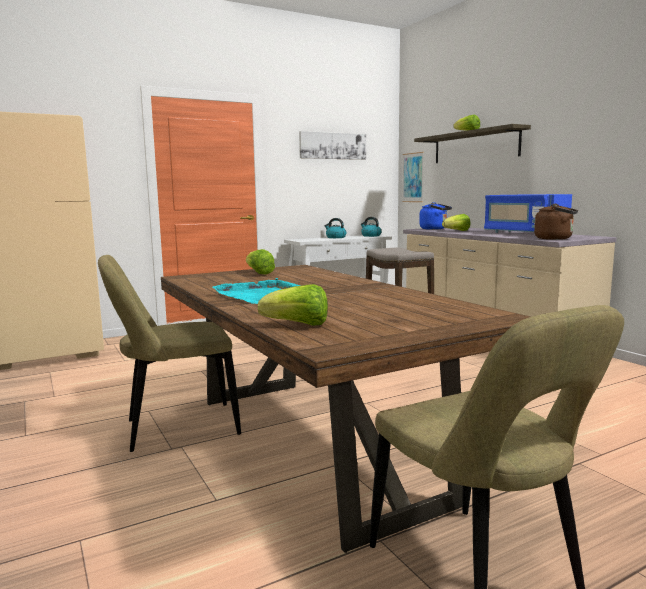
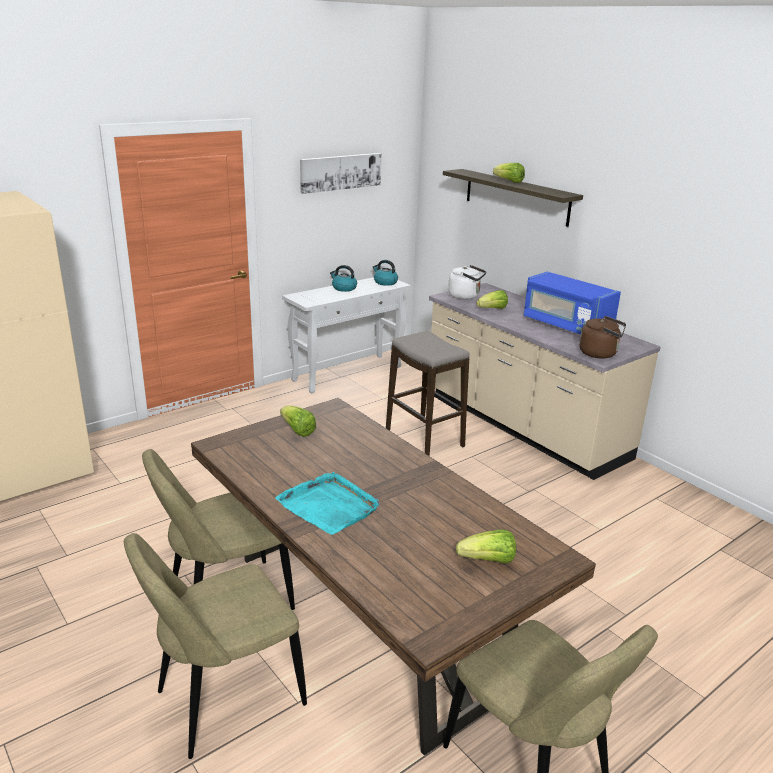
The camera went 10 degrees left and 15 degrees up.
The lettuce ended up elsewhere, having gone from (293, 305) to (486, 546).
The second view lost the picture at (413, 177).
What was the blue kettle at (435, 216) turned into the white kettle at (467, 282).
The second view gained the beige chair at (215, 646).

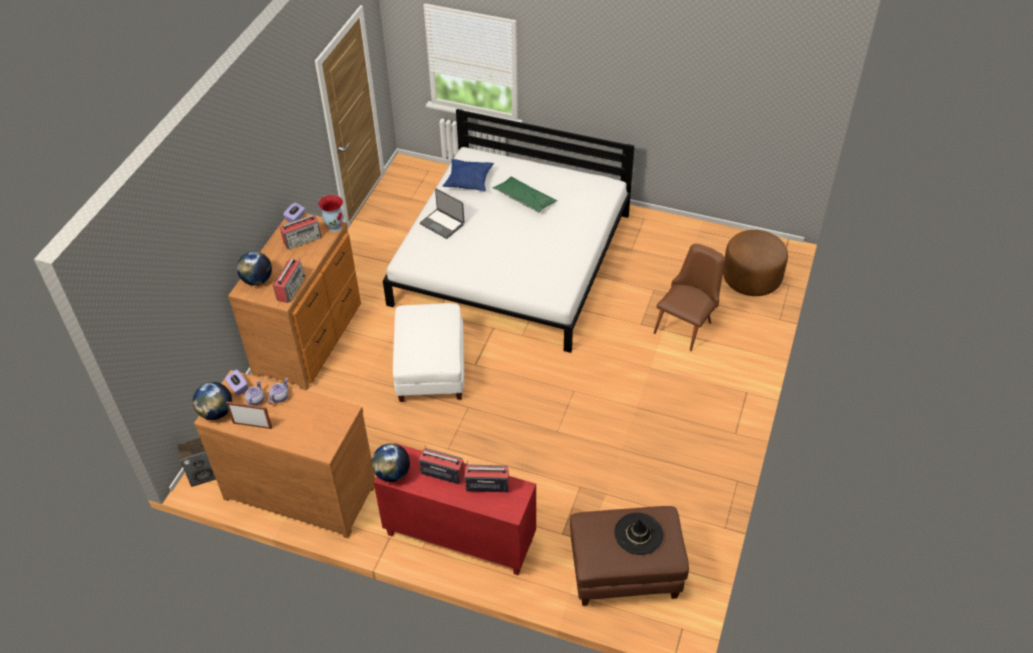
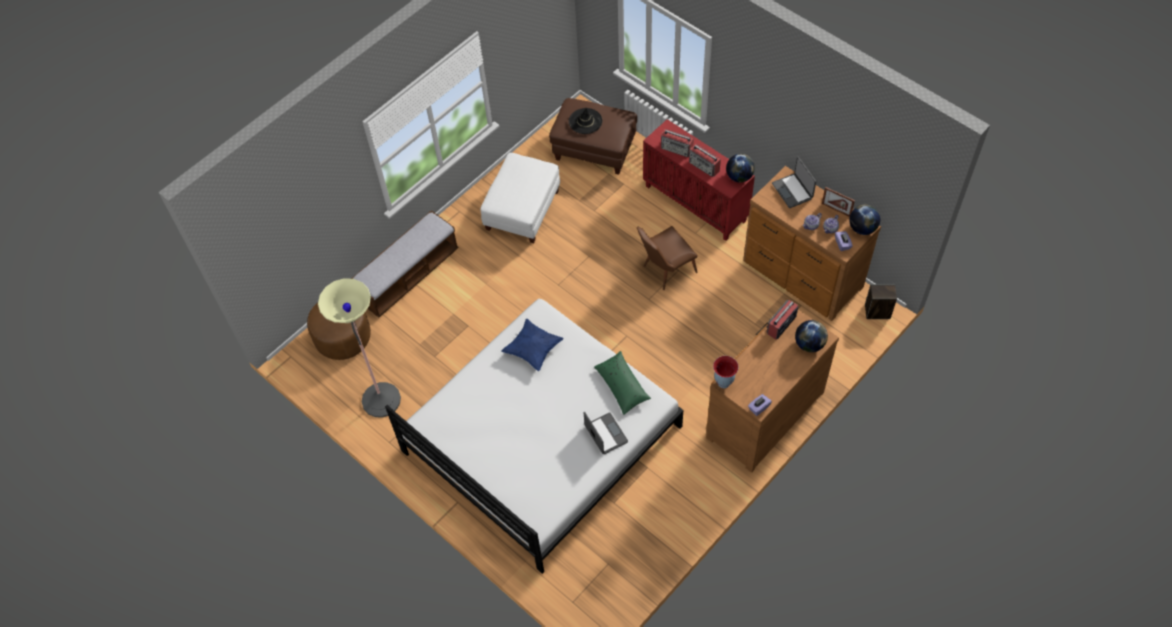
The camera went 155 degrees left and 10 degrees up.
The second view lost the radio at (300, 232).
The white ottoman ended up elsewhere, having gone from (428, 352) to (520, 198).
The blue pillow ended up elsewhere, having gone from (468, 175) to (532, 345).
The green pillow ended up elsewhere, having gone from (524, 194) to (622, 383).
The brown chair ended up elsewhere, having gone from (689, 297) to (667, 258).
The second view gained the floor lamp at (359, 347).
The second view gained the bench at (405, 264).
The second view gained the laptop at (794, 182).

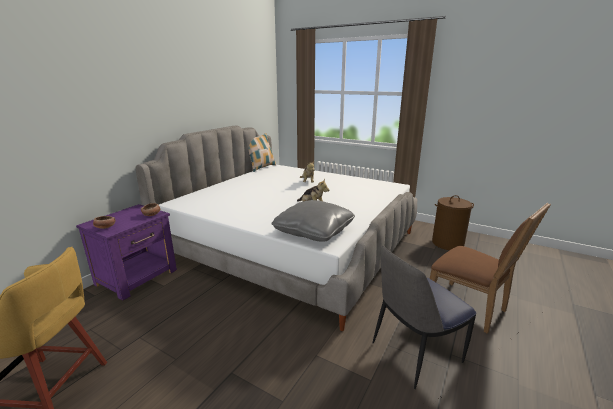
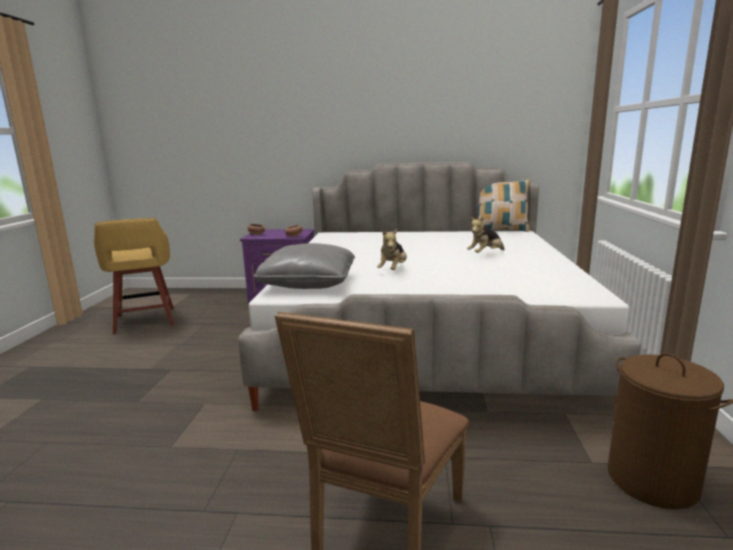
The camera went 65 degrees right and 5 degrees down.
The second view lost the chair at (424, 317).

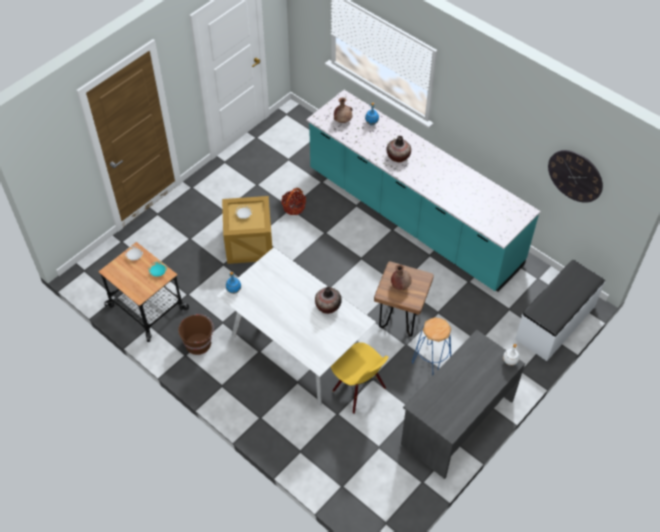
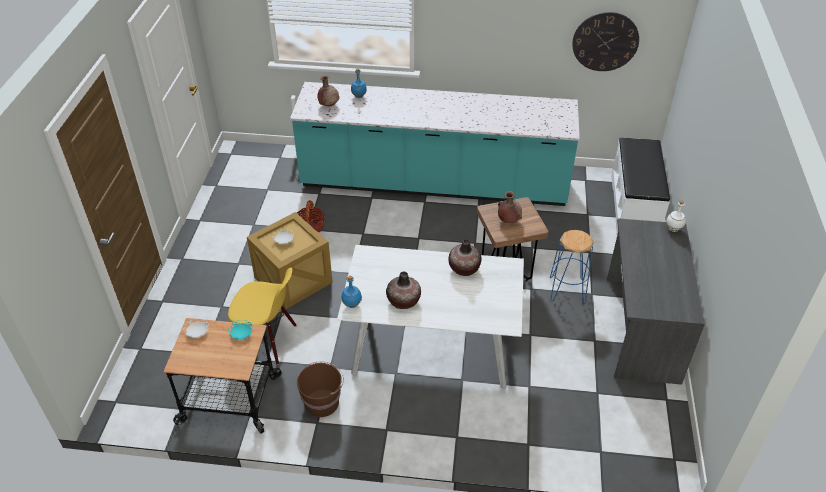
The camera went 35 degrees left and 10 degrees down.
The yellow chair ended up elsewhere, having gone from (360, 378) to (262, 316).
The vase ended up elsewhere, having gone from (398, 149) to (403, 290).

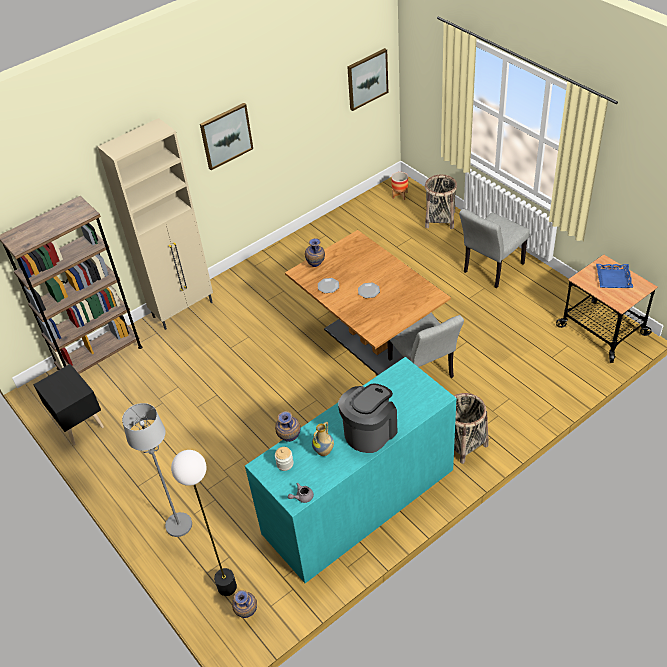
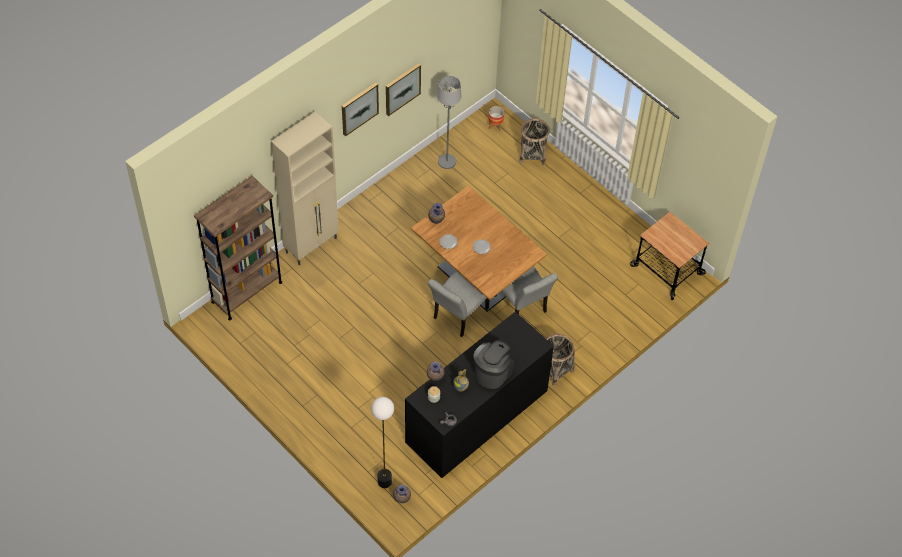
The camera went 10 degrees left and 10 degrees up.
The second view lost the black nightstand at (68, 405).
The grey floor lamp ended up elsewhere, having gone from (157, 470) to (449, 122).
What was the turquoise dresser at (350, 470) turned into the black dresser at (479, 395).
The picture ended up elsewhere, having gone from (367, 79) to (403, 89).
The grey chair ended up elsewhere, having gone from (494, 248) to (458, 303).
The second view lost the blue tray at (614, 276).

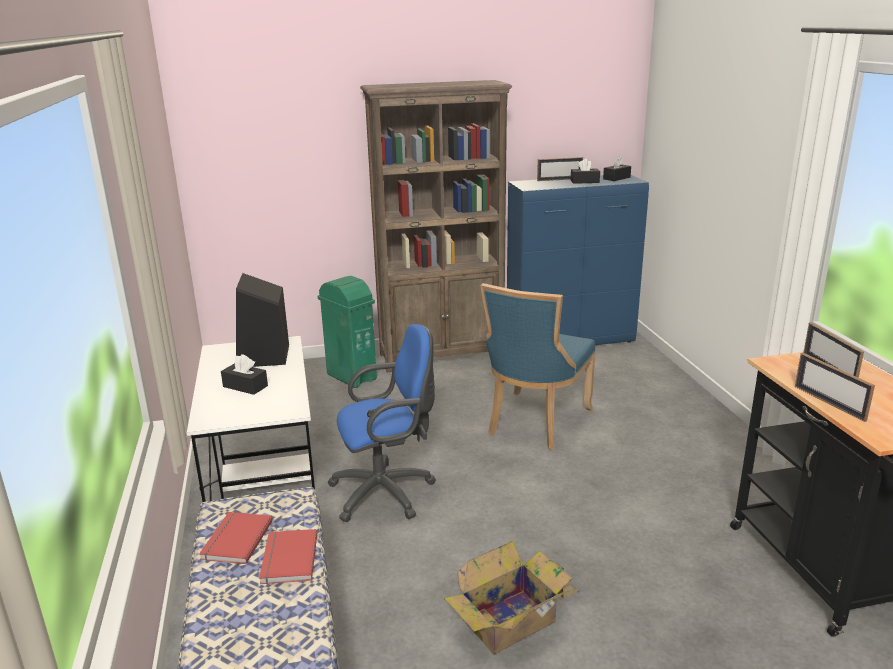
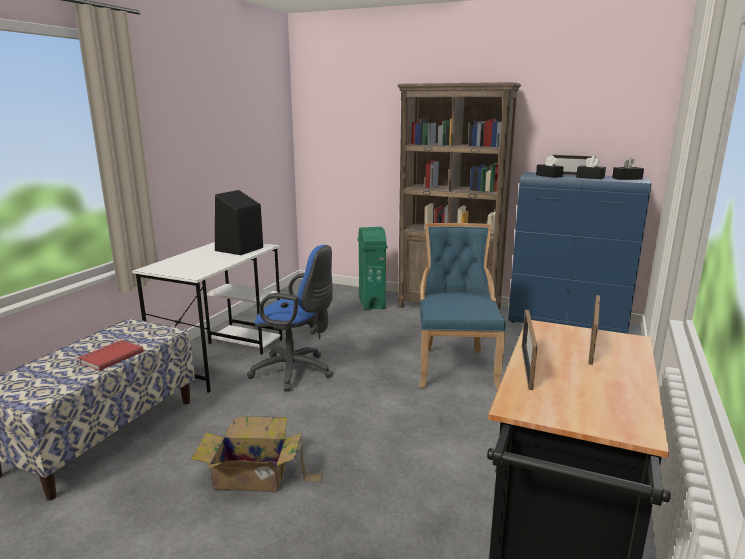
The camera went 35 degrees right and 5 degrees down.
The second view lost the red book at (236, 538).
The black tissue box ended up elsewhere, having gone from (244, 374) to (550, 166).
The blue chair at (538, 366) ended up facing another way, 120 degrees clockwise from before.

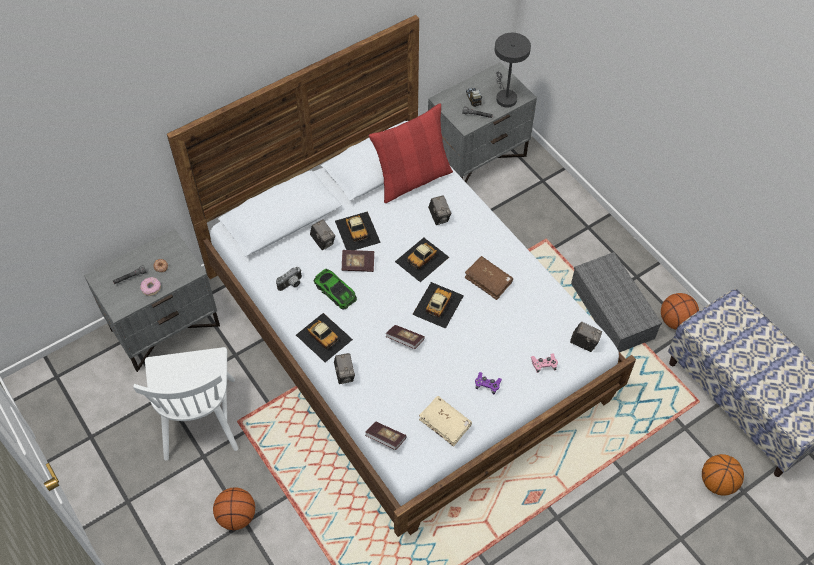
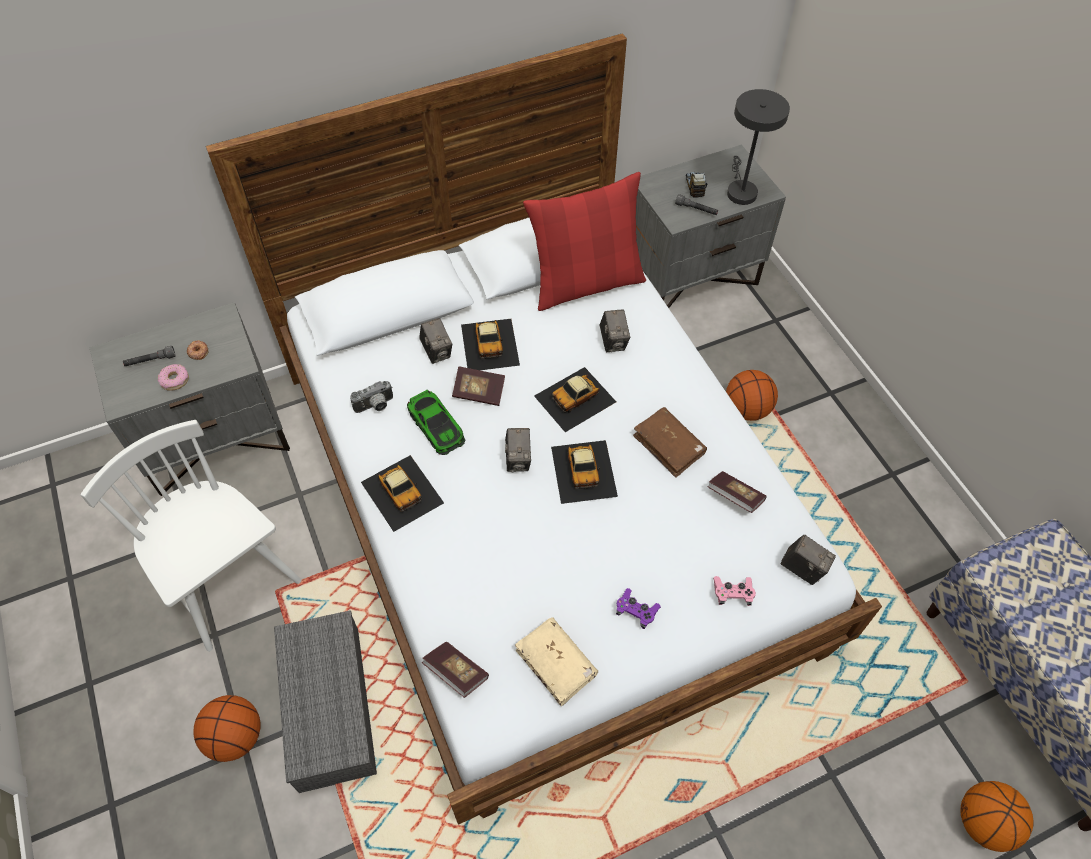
The camera went 10 degrees right and 0 degrees up.
The white chair at (185, 404) ended up facing another way, 135 degrees clockwise from before.
The photo camera ended up elsewhere, having gone from (344, 368) to (518, 450).
The book ended up elsewhere, having gone from (405, 337) to (737, 492).
The toy car at (438, 305) ended up facing another way, 135 degrees clockwise from before.
The grey storage box ended up elsewhere, having gone from (616, 302) to (325, 701).
The basketball ended up elsewhere, having gone from (680, 311) to (752, 395).

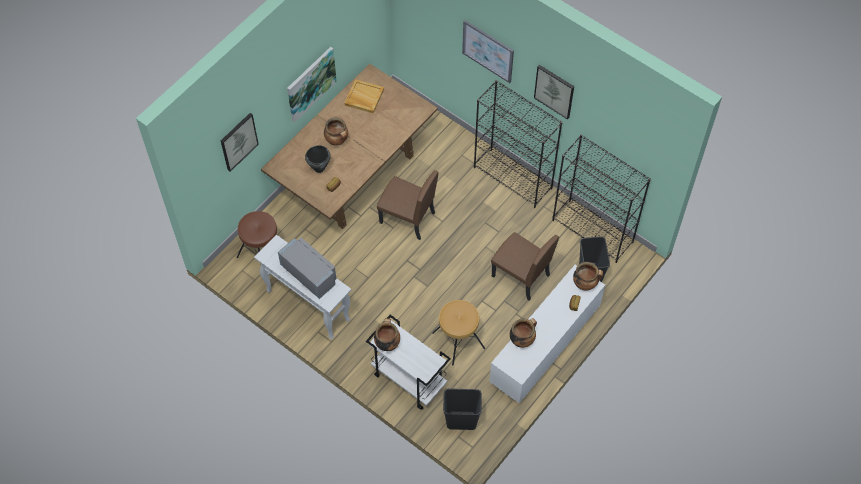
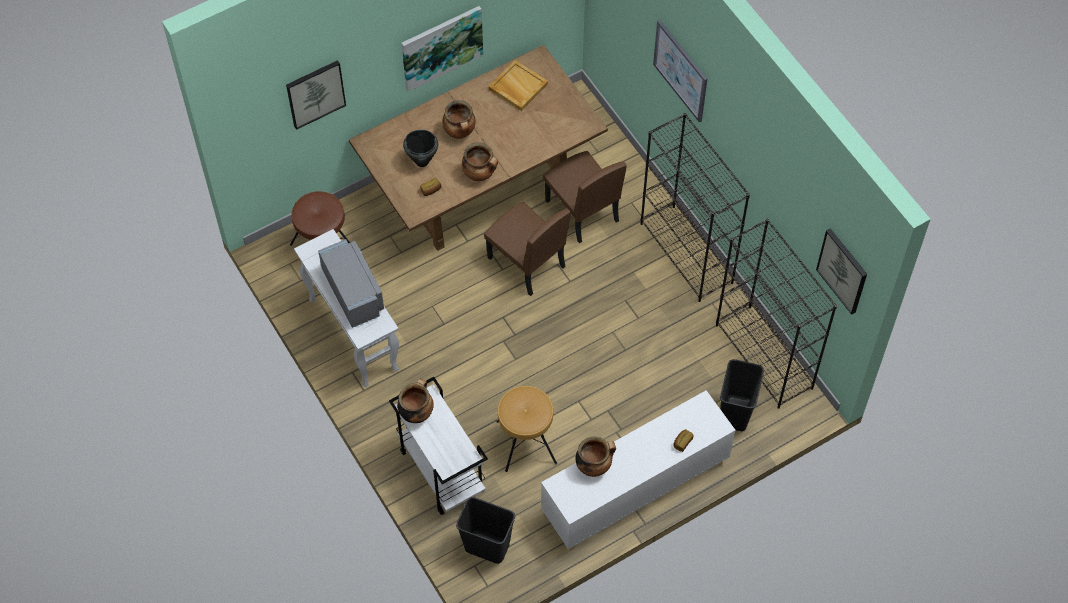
The camera went 20 degrees right and 0 degrees up.
The brown chair ended up elsewhere, having gone from (525, 266) to (585, 197).
The picture ended up elsewhere, having gone from (554, 92) to (841, 272).
The cooking pot ended up elsewhere, having gone from (588, 276) to (480, 161).

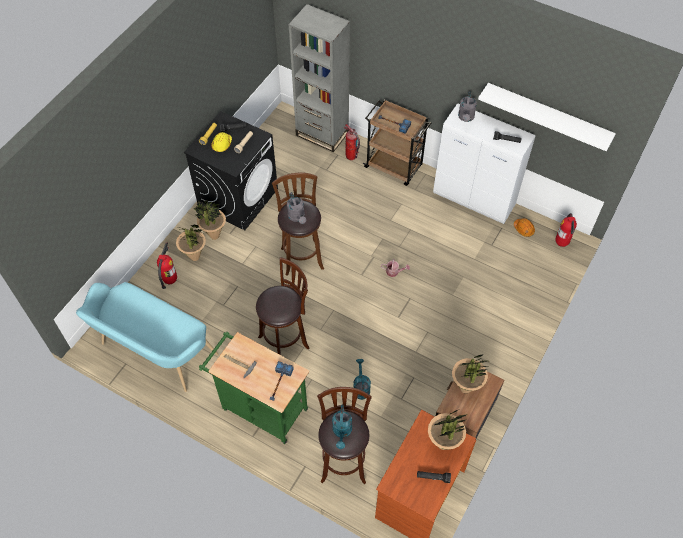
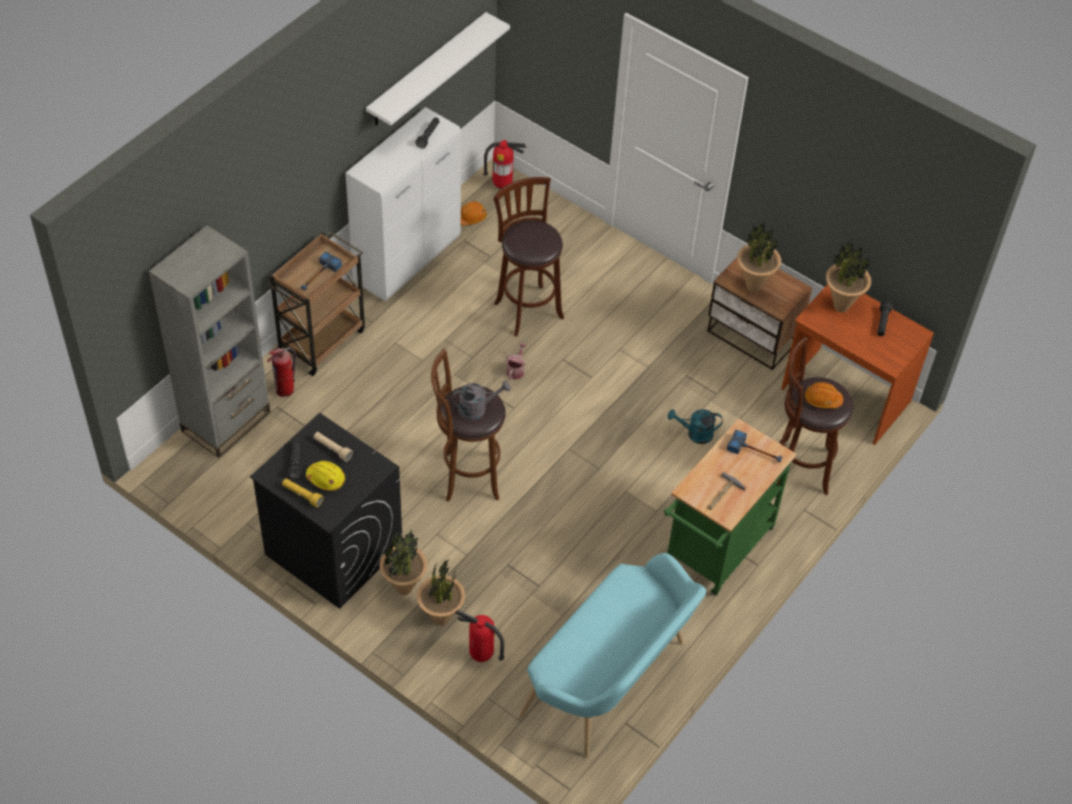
The camera went 85 degrees left and 5 degrees down.
The brown stool ended up elsewhere, having gone from (283, 306) to (529, 257).
Where the turquoise watering can stood at (342, 427), the orange hard hat came to stand at (824, 395).
The second view lost the grey watering can at (467, 107).

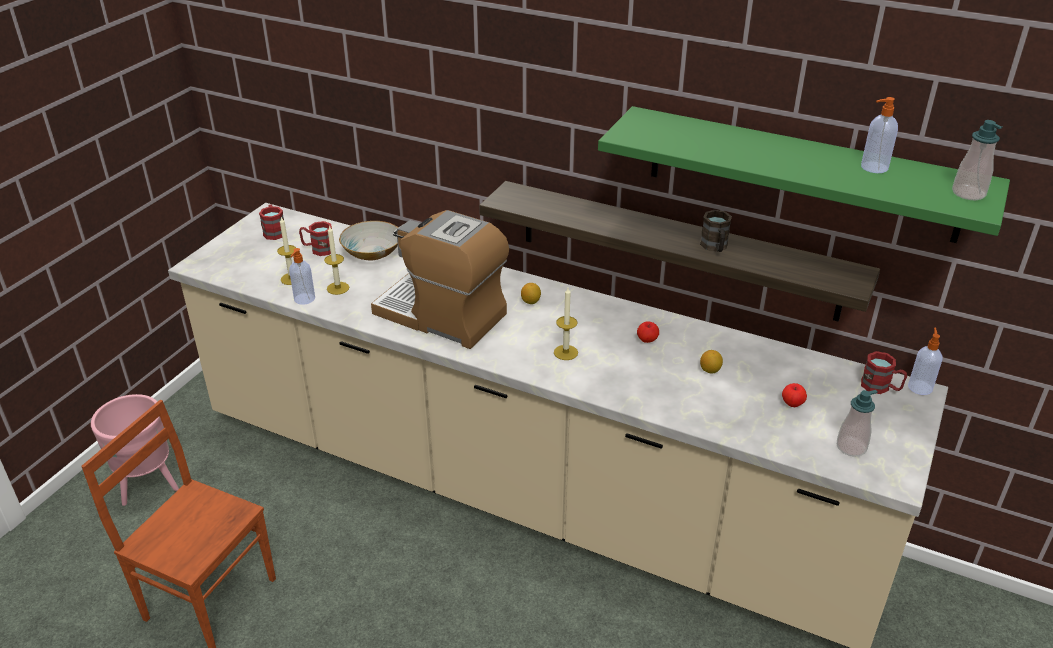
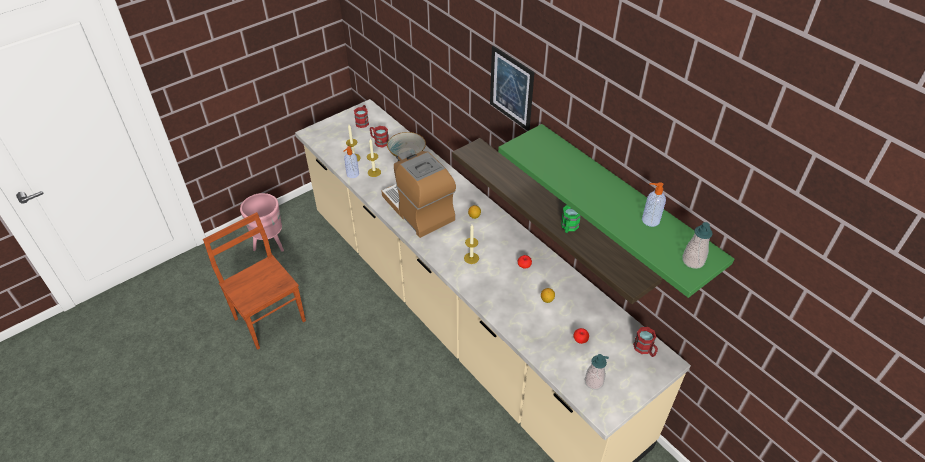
The camera went 25 degrees right and 10 degrees up.
What was the brown mug at (716, 231) turned into the green mug at (571, 219).
The second view lost the soap dispenser at (925, 361).
The second view gained the picture at (512, 88).

